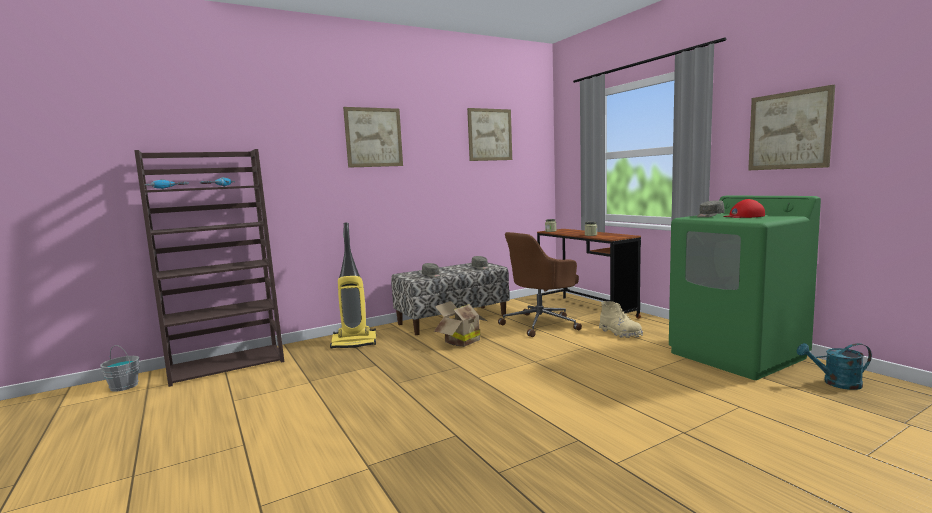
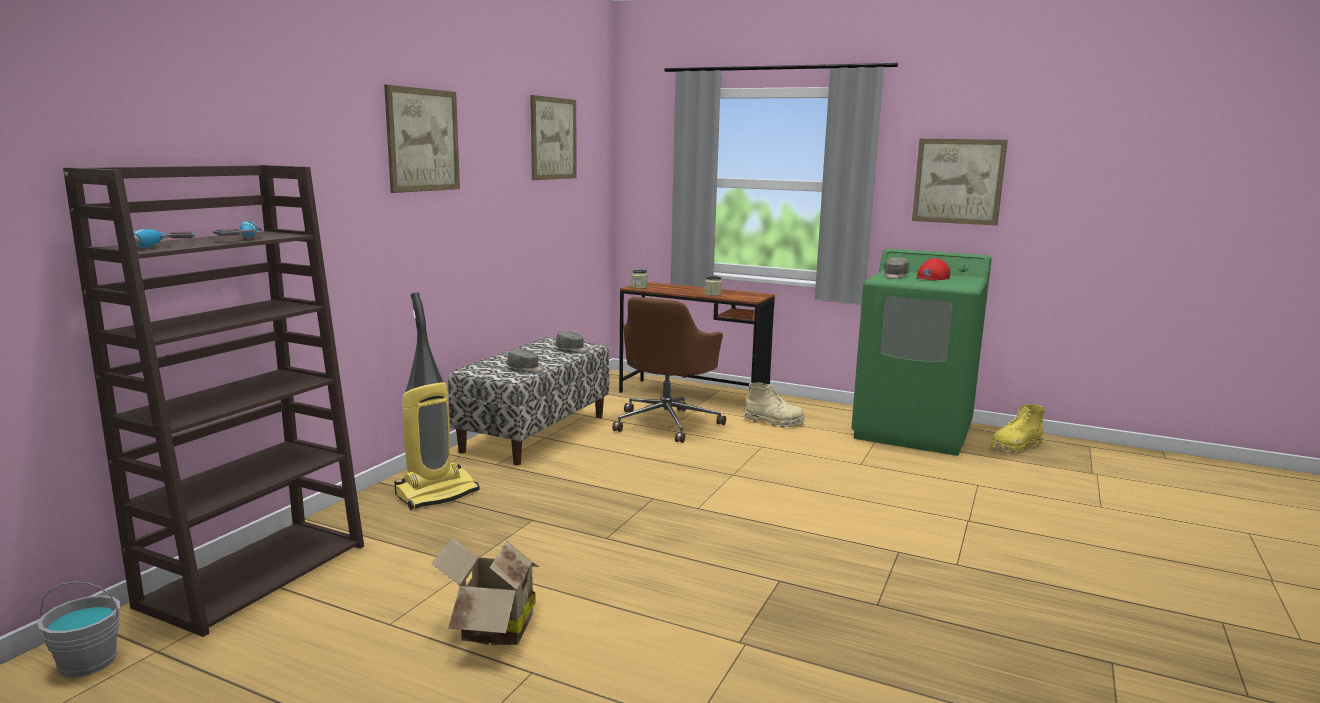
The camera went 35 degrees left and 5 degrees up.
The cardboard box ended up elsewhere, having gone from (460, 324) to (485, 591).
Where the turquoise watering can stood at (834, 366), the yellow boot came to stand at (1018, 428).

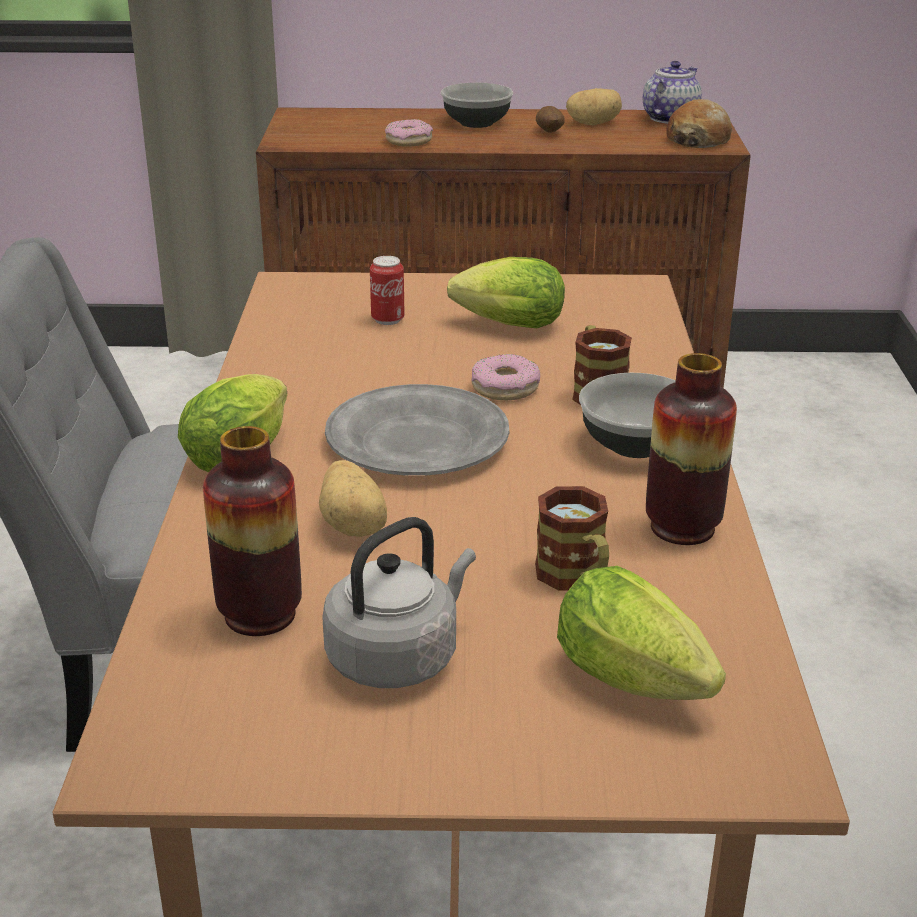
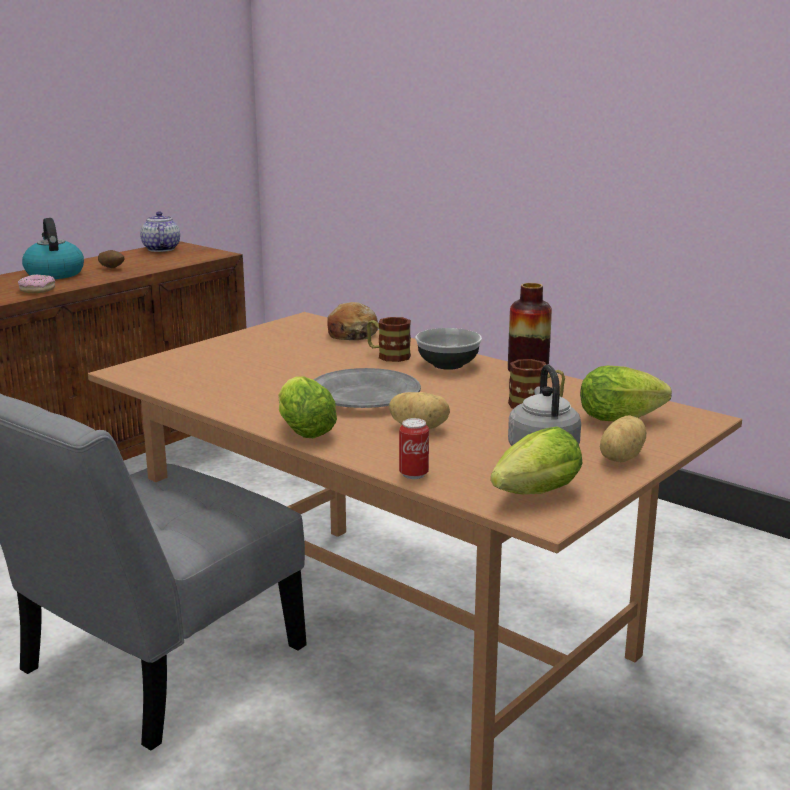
The camera went 50 degrees left and 10 degrees down.
The second view lost the vase at (252, 531).
The can ended up elsewhere, having gone from (387, 290) to (414, 448).
Where the bowl stood at (477, 105), the kettle came to stand at (53, 248).
The lettuce ended up elsewhere, having gone from (506, 292) to (537, 460).
The second view lost the donut at (506, 377).
The potato ended up elsewhere, having gone from (594, 106) to (623, 438).
The bread ended up elsewhere, having gone from (699, 123) to (352, 321).

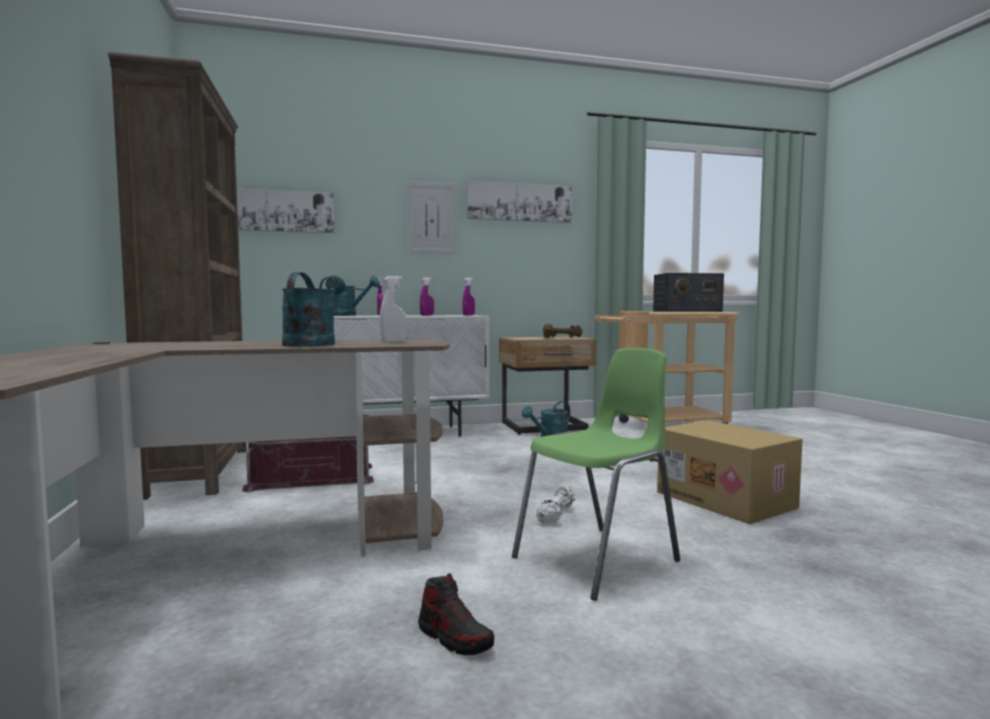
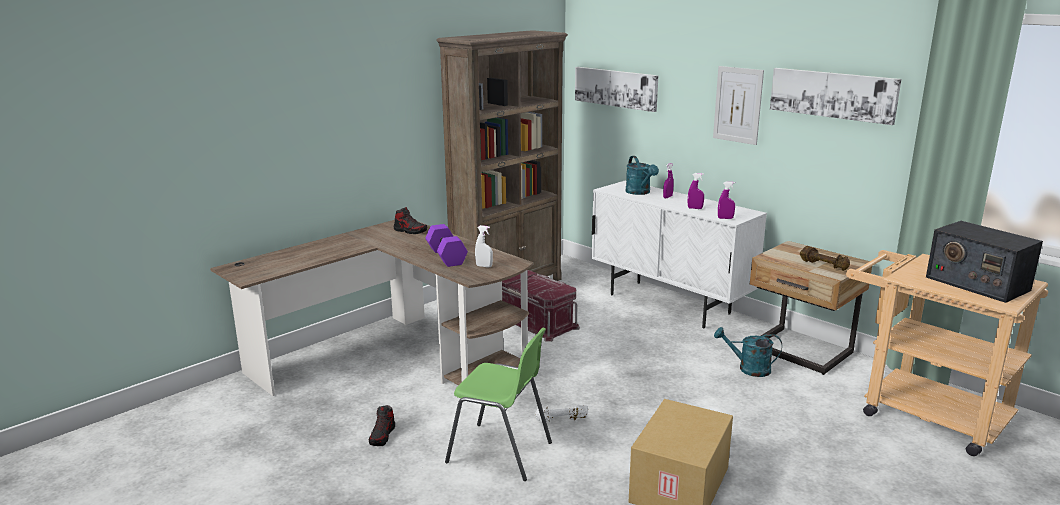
The camera went 60 degrees right and 15 degrees up.
Where the turquoise watering can stood at (313, 309), the purple dumbbell came to stand at (446, 245).
The second view gained the shoe at (410, 220).

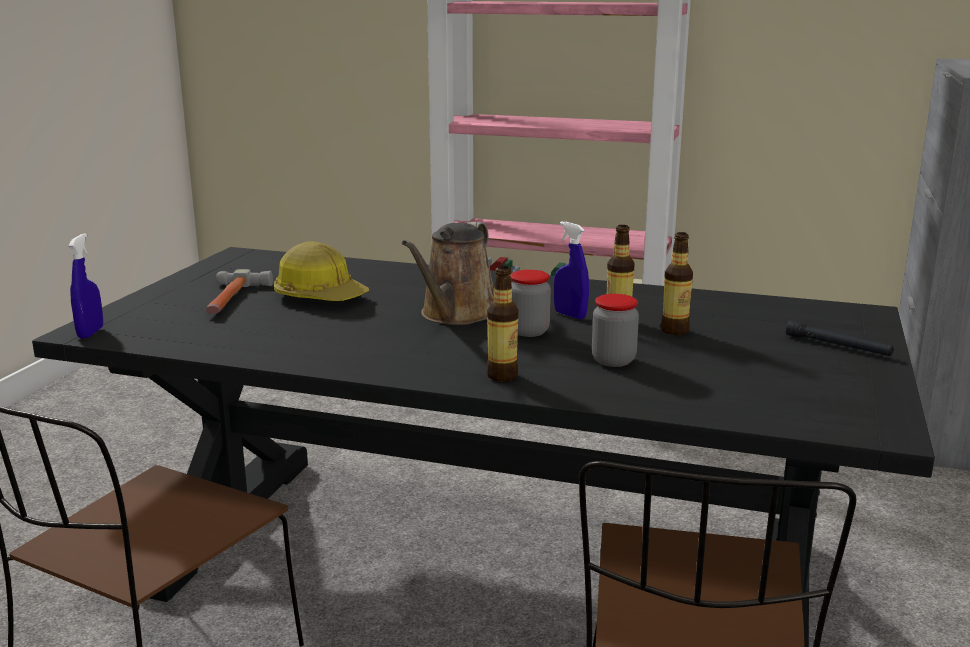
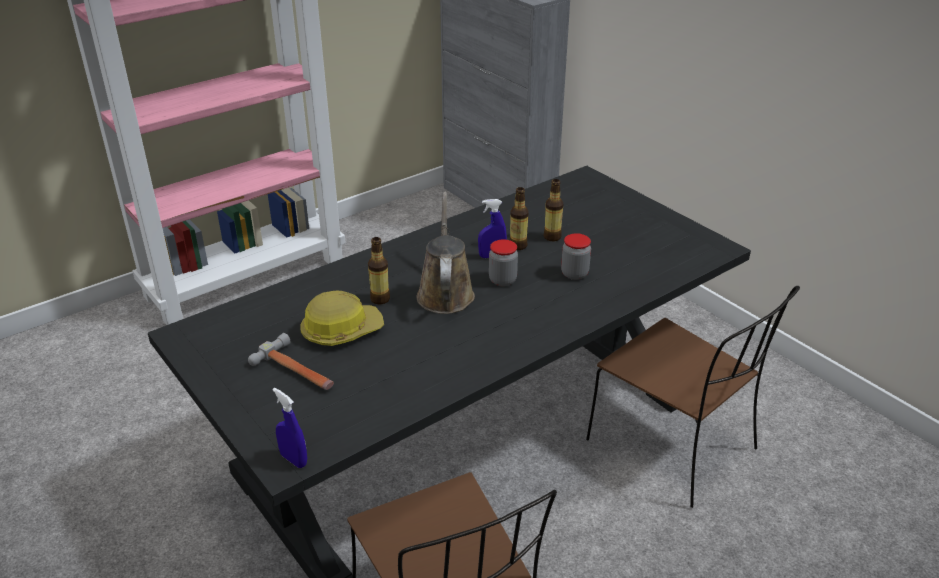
The camera went 55 degrees left and 15 degrees up.
The brown watering can at (448, 273) ended up facing another way, 150 degrees counterclockwise from before.
The bottle ended up elsewhere, having gone from (502, 323) to (379, 270).
The second view lost the black flashlight at (840, 338).

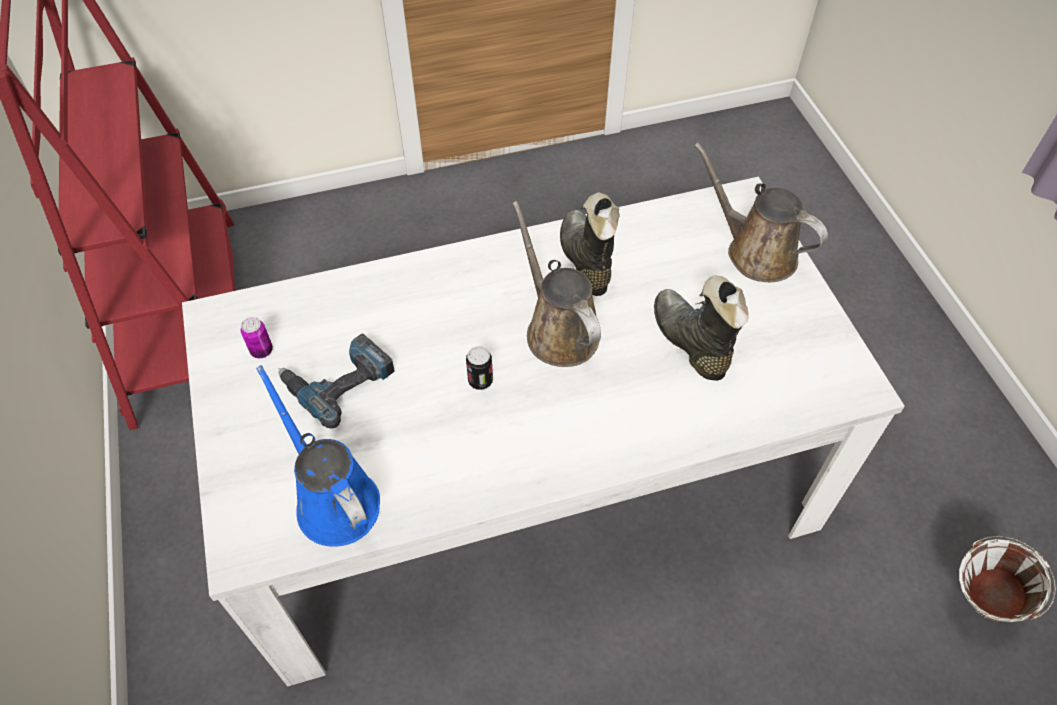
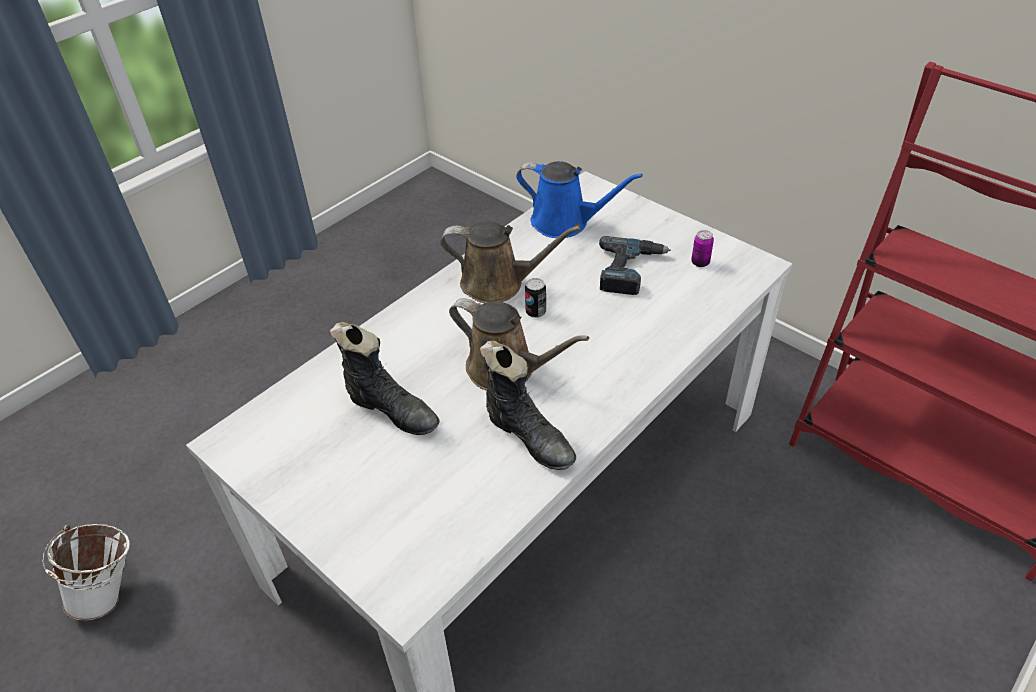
The camera went 150 degrees right and 10 degrees down.
The brown watering can ended up elsewhere, having gone from (761, 212) to (510, 262).

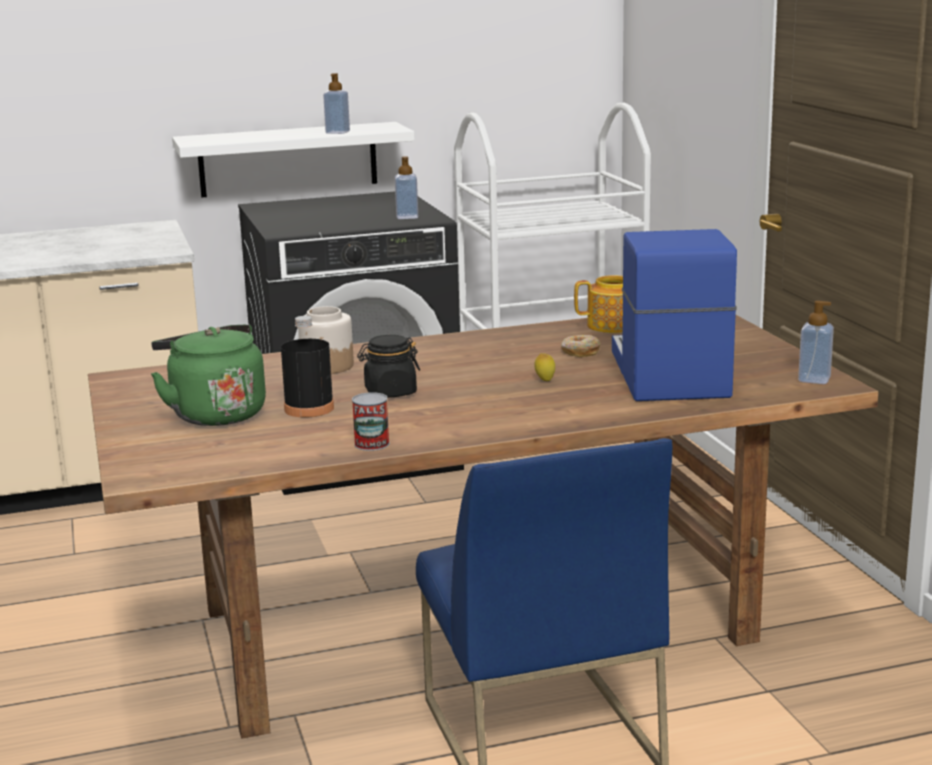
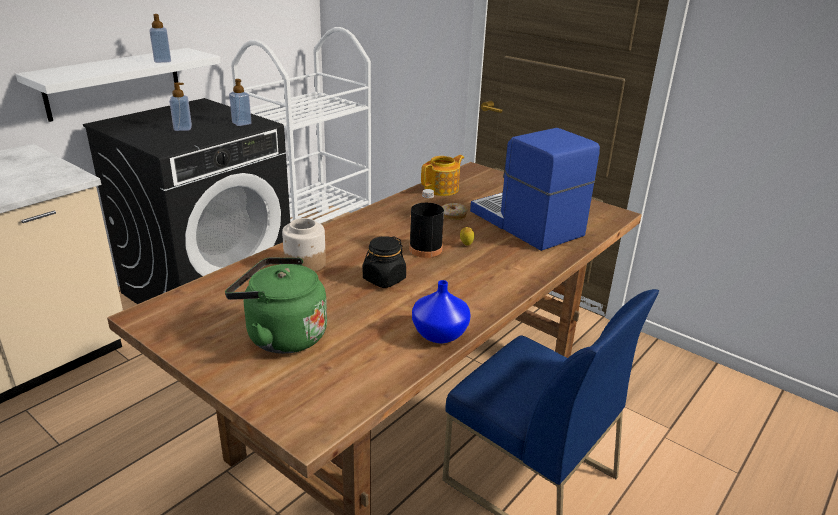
The camera went 35 degrees left and 10 degrees up.
The black bottle ended up elsewhere, having gone from (307, 367) to (426, 223).
Where the can stood at (371, 421), the blue vase came to stand at (441, 311).
The soap dispenser ended up elsewhere, having gone from (816, 342) to (180, 107).

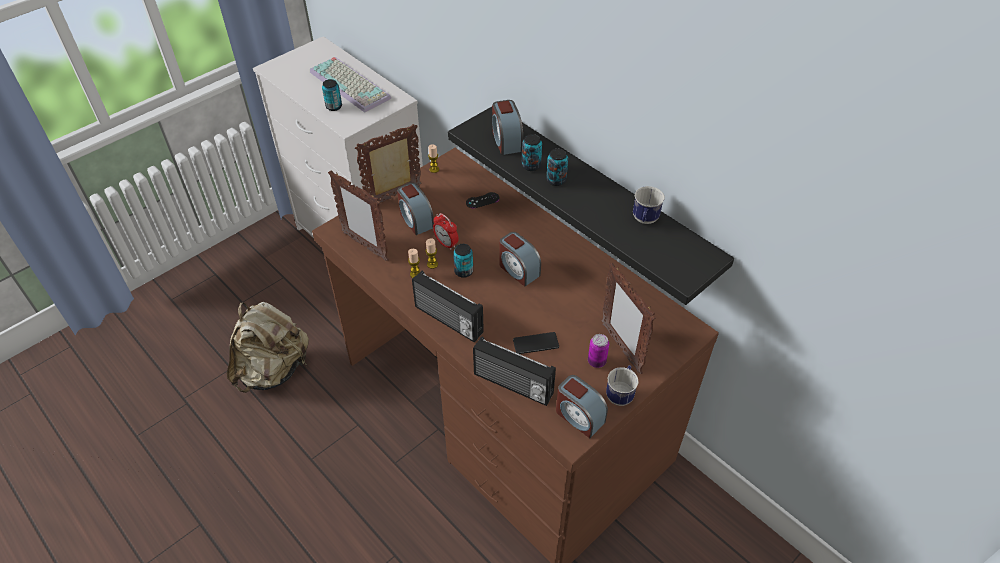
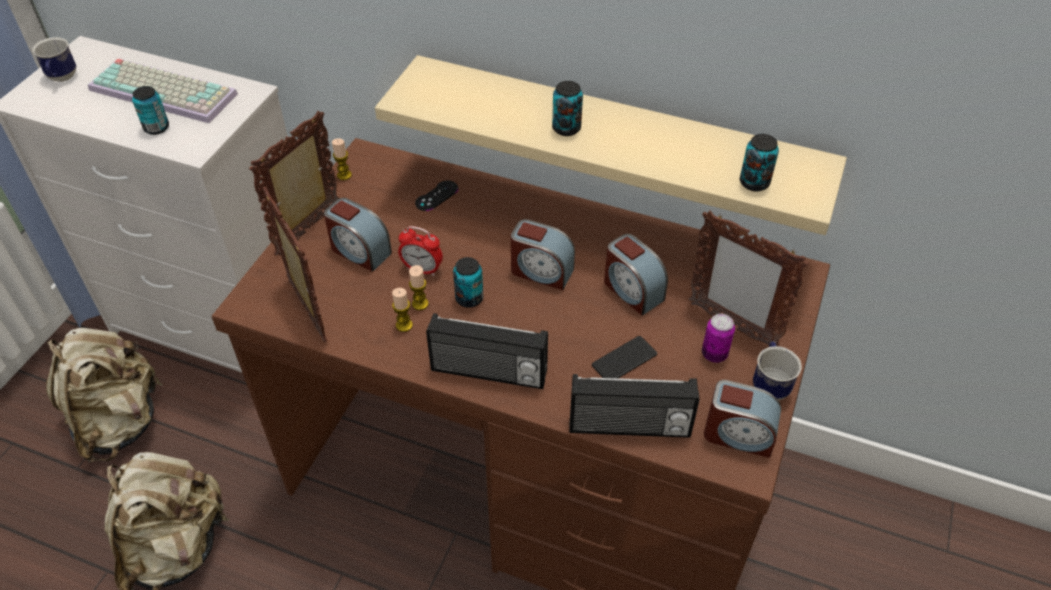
The camera went 25 degrees left and 0 degrees up.
The picture frame at (358, 215) ended up facing another way, 135 degrees counterclockwise from before.
What was the black shelf at (591, 206) turned into the beige shelf at (611, 145).
The alarm clock ended up elsewhere, having gone from (507, 127) to (636, 275).
The can ended up elsewhere, having gone from (532, 152) to (759, 162).
The mug ended up elsewhere, having gone from (649, 205) to (54, 59).
The second view gained the beige backpack at (104, 395).

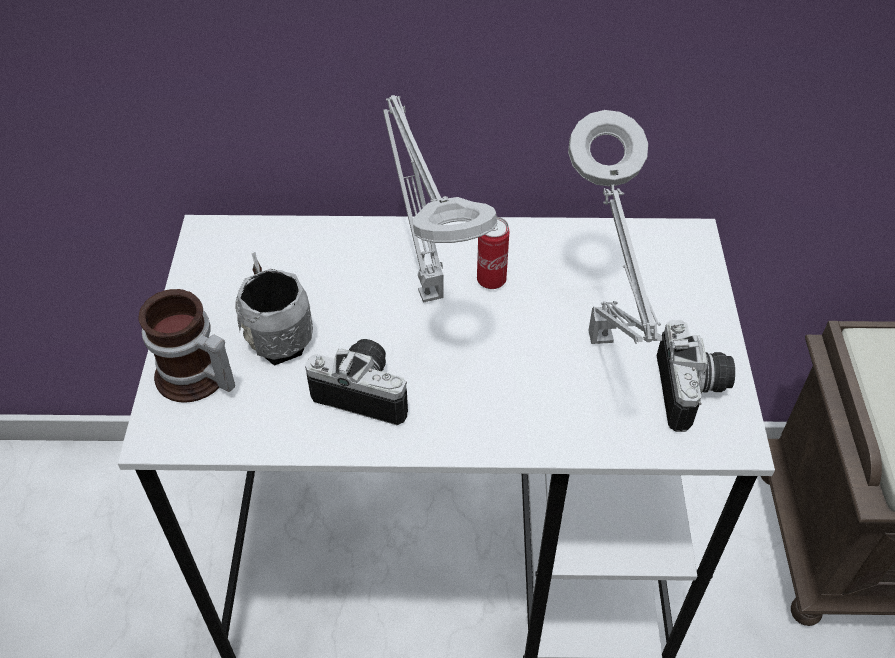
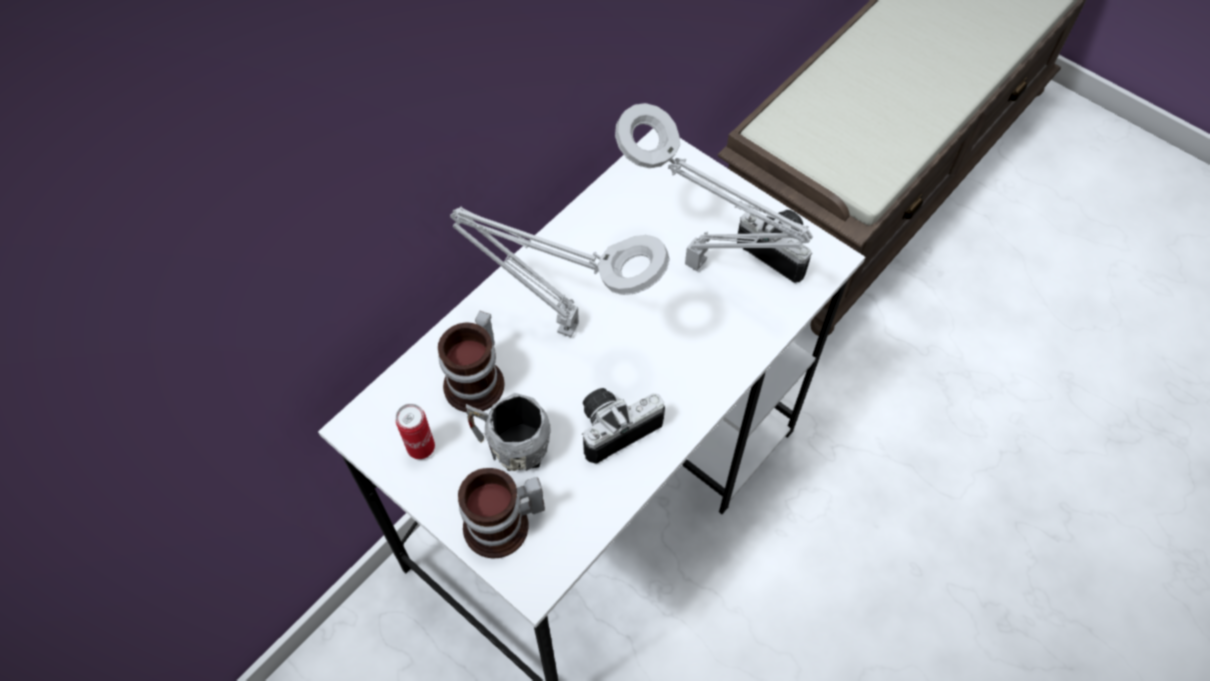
The camera went 50 degrees left and 10 degrees up.
The can ended up elsewhere, having gone from (493, 253) to (415, 431).
The second view gained the mug at (471, 361).

